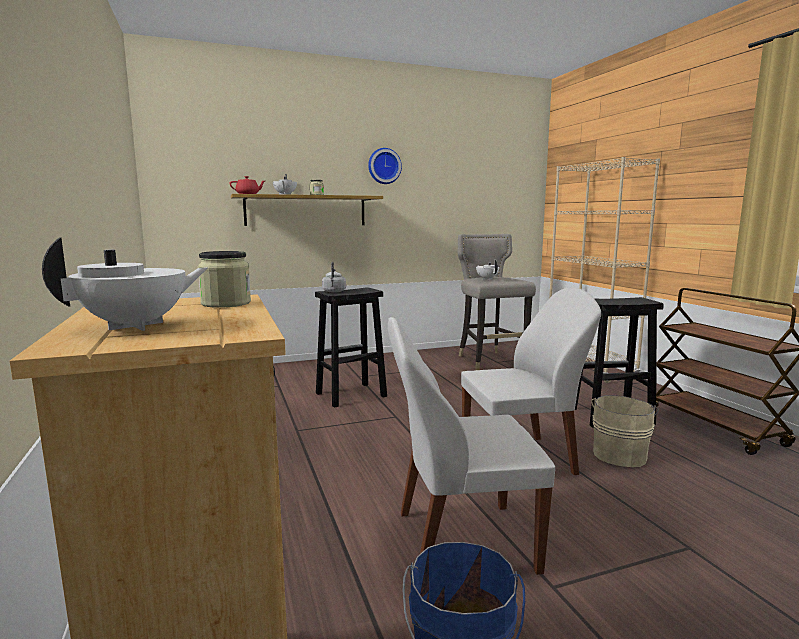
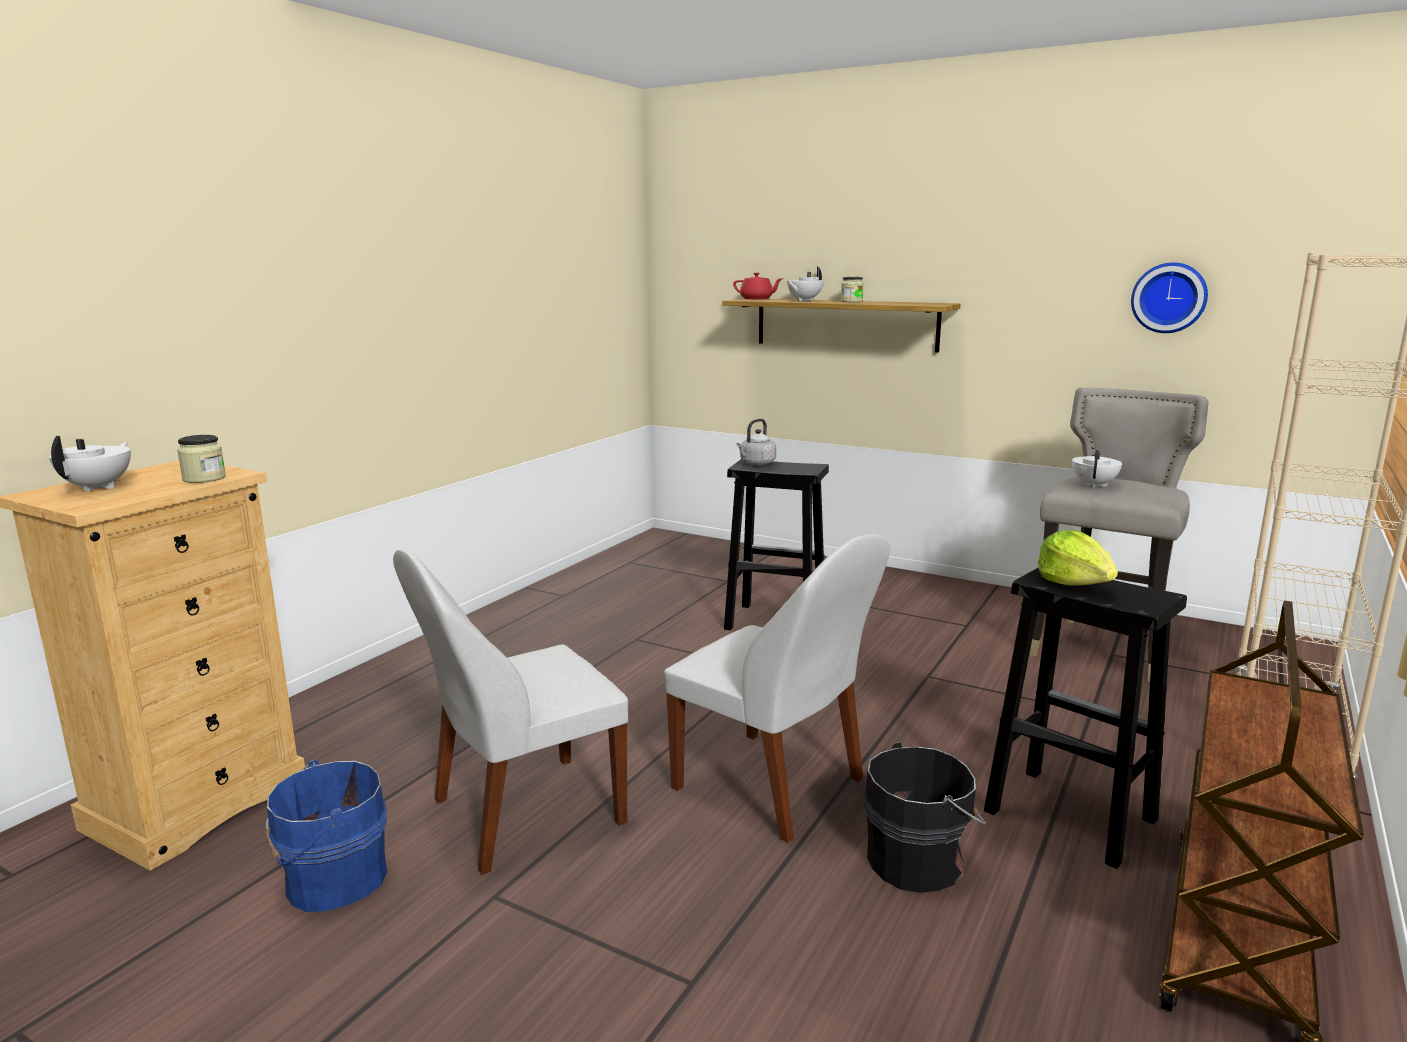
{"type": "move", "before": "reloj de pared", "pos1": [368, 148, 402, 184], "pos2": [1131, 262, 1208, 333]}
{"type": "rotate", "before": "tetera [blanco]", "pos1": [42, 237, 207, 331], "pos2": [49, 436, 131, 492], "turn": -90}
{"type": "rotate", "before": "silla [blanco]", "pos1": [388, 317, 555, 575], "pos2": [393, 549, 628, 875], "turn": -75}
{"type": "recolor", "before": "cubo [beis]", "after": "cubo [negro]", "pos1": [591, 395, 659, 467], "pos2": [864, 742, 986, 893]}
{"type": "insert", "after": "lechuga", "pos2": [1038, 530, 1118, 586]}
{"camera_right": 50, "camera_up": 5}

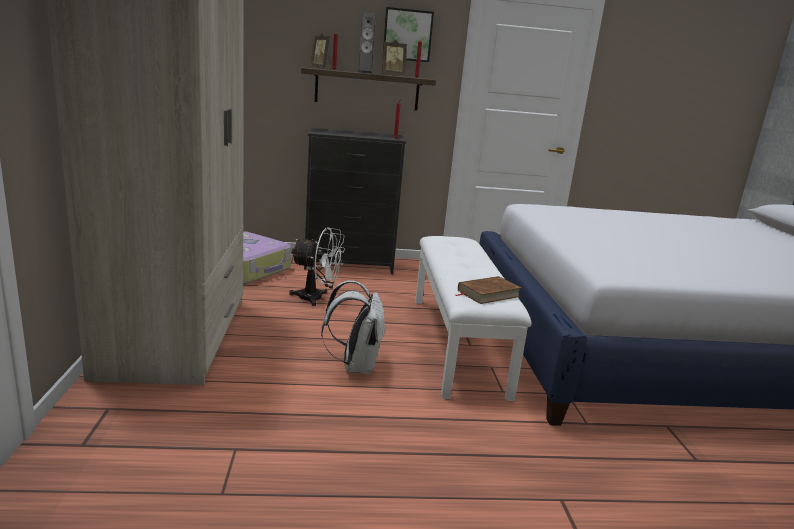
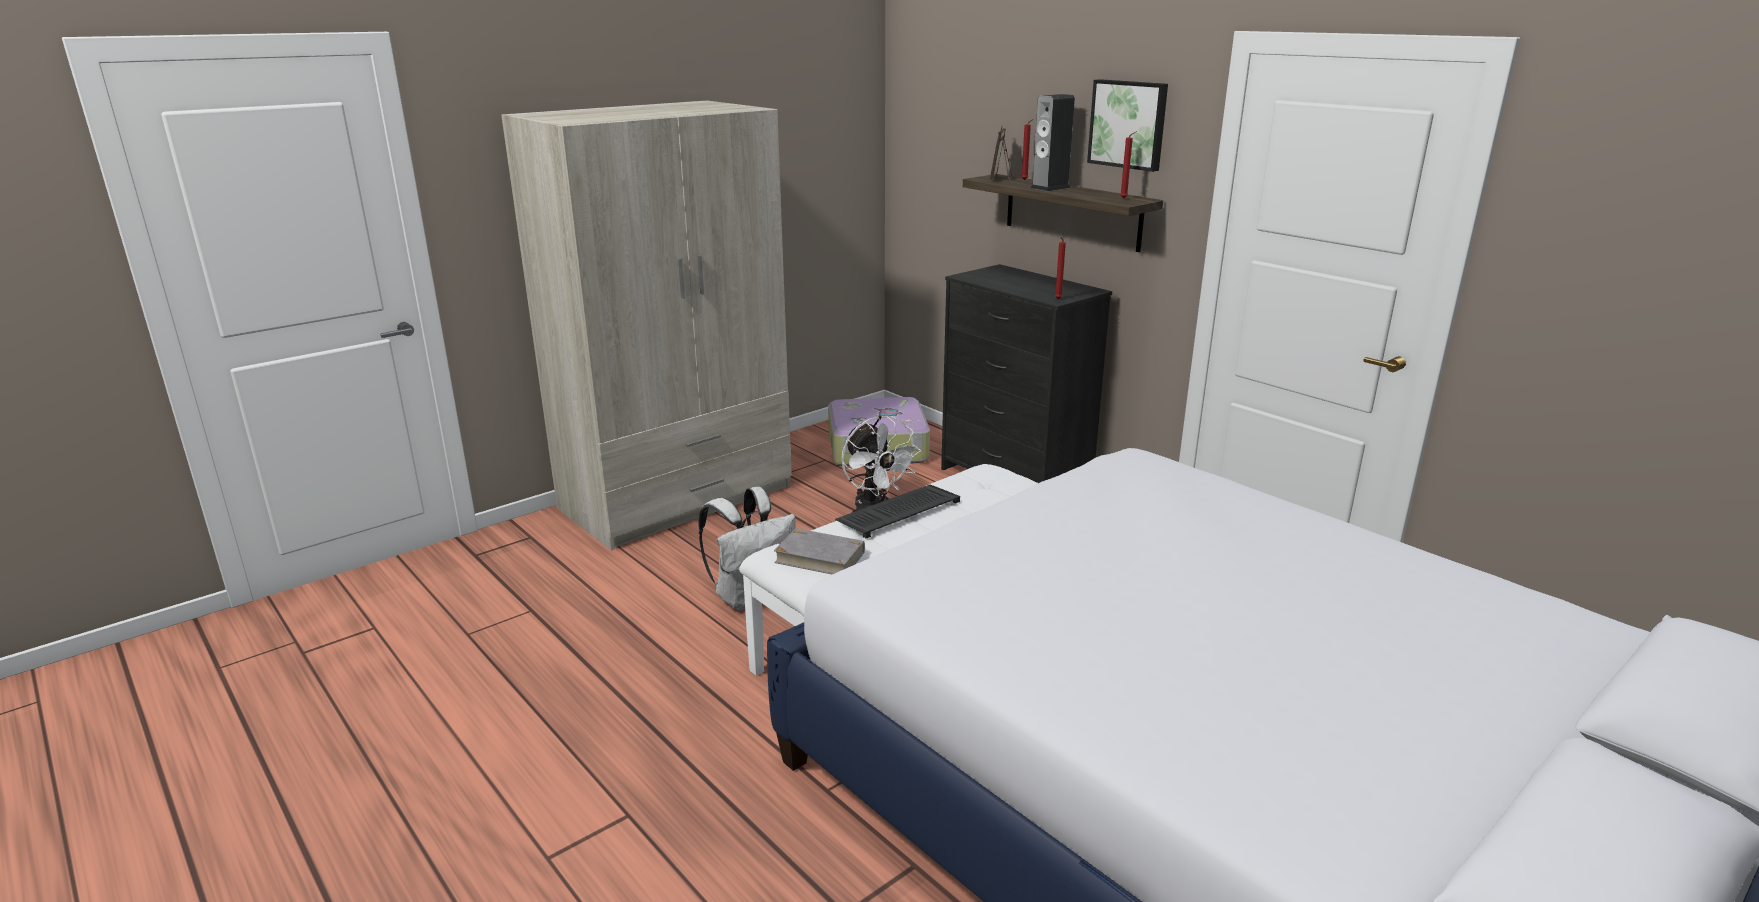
{"type": "delete", "before": "portarretratos", "pos1": [382, 39, 407, 76]}
{"type": "recolor", "before": "libro [marrón]", "after": "libro [gris]", "pos1": [456, 276, 521, 304], "pos2": [774, 528, 865, 575]}
{"type": "insert", "after": "teclado", "pos2": [835, 484, 960, 538]}
{"camera_right": 55, "camera_up": 5}

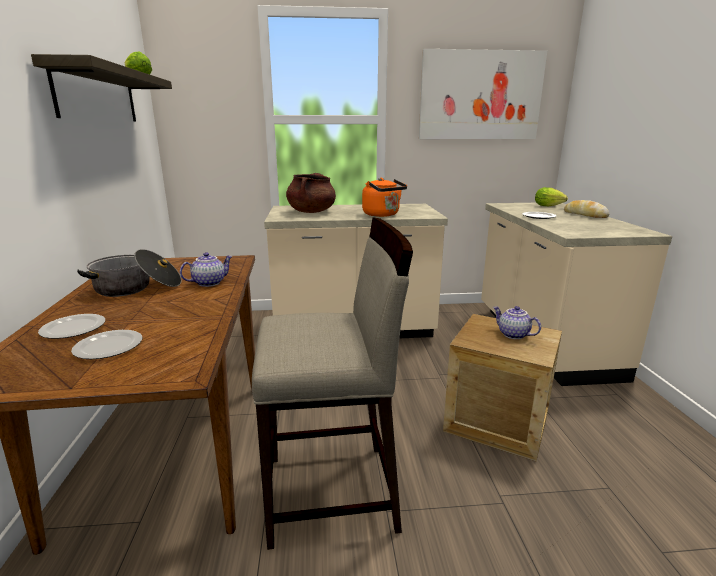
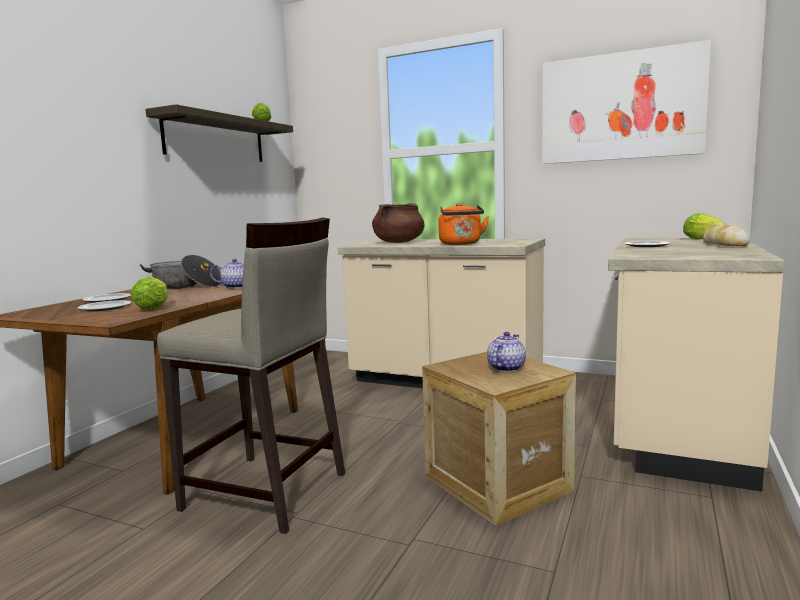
{"type": "rotate", "before": "tetera", "pos1": [493, 306, 541, 339], "pos2": [487, 332, 526, 372], "turn": 45}
{"type": "insert", "after": "lechuga", "pos2": [130, 277, 168, 310]}
{"camera_right": 30, "camera_up": -10}

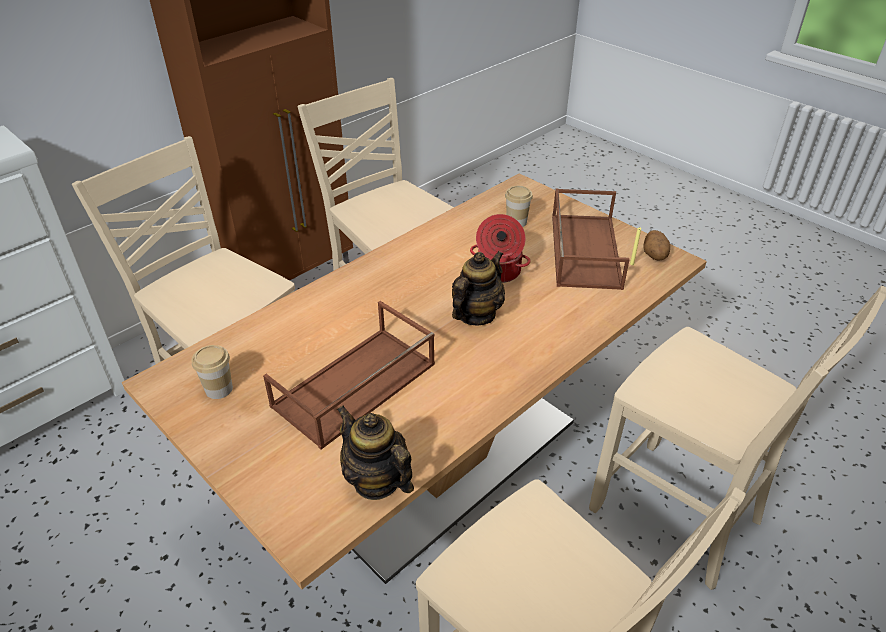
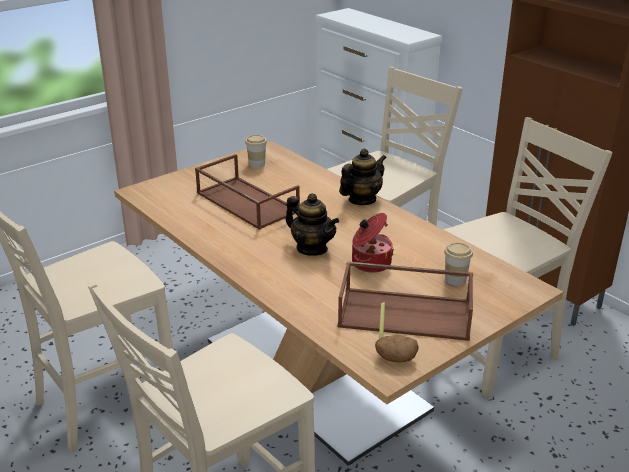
{"type": "move", "before": "tetera", "pos1": [337, 405, 414, 500], "pos2": [339, 149, 387, 205]}
{"camera_right": 95, "camera_up": -10}

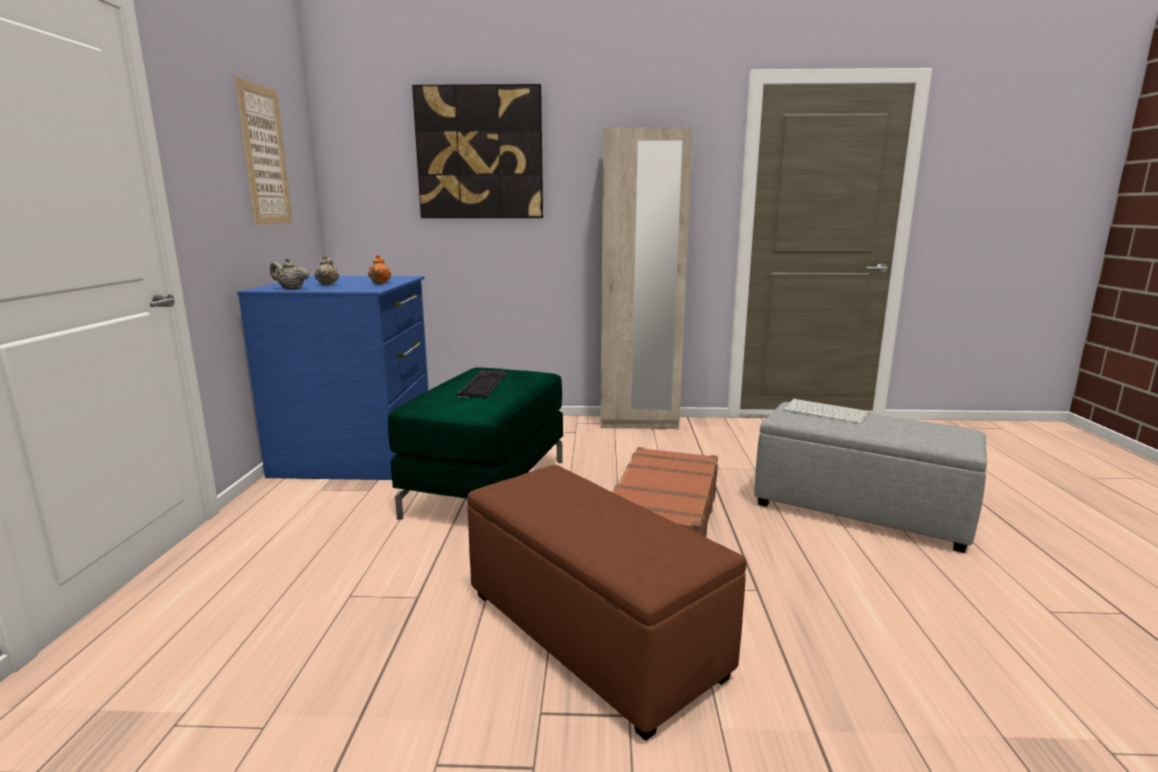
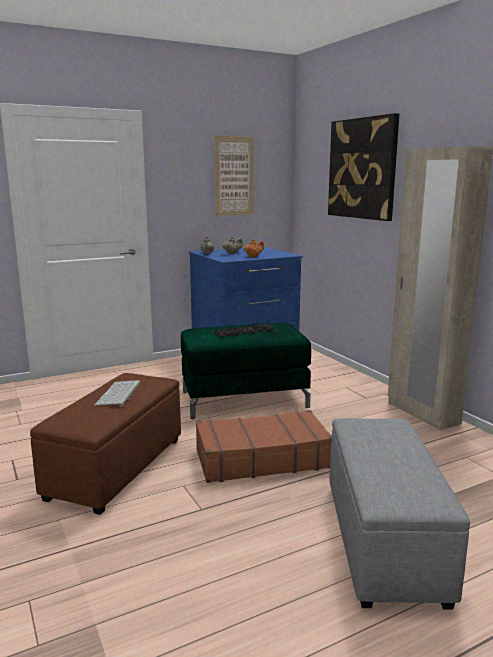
{"type": "move", "before": "teclado", "pos1": [784, 399, 870, 424], "pos2": [94, 380, 141, 407]}
{"camera_right": 60, "camera_up": 0}

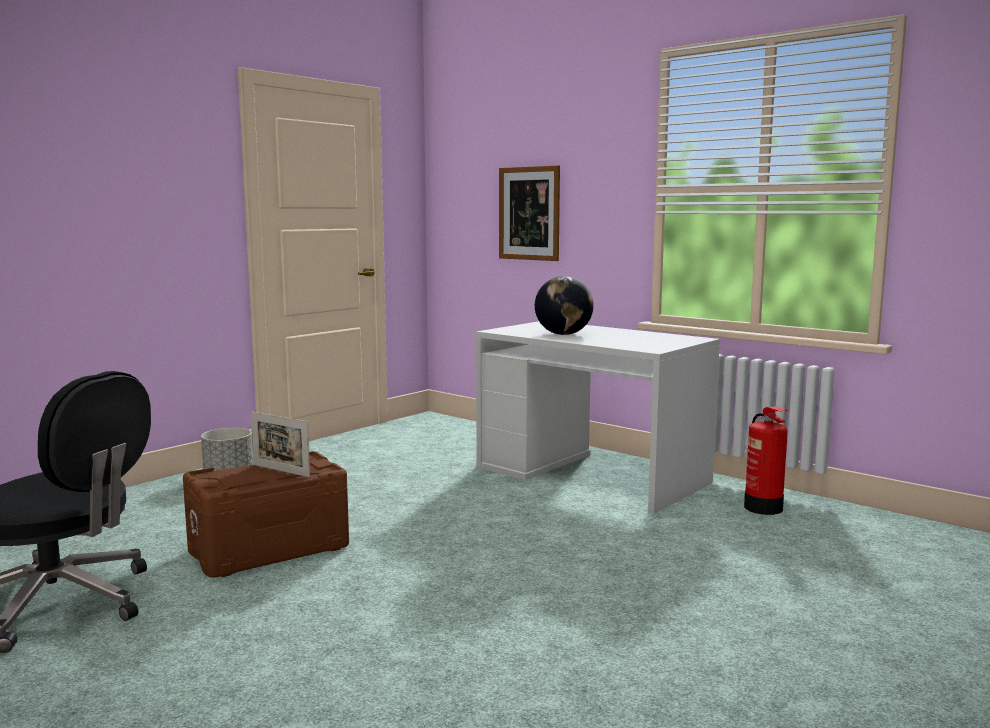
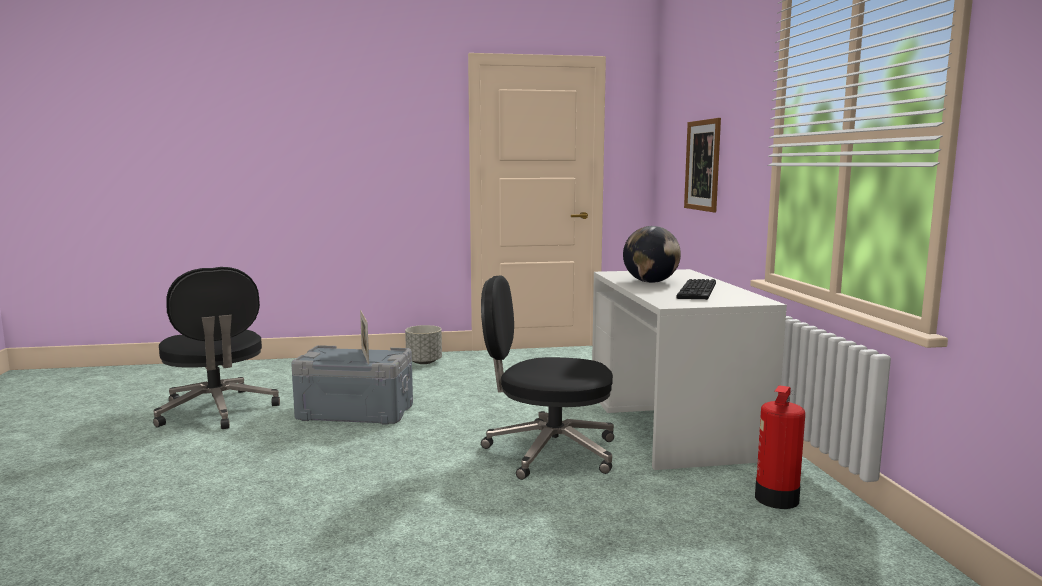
{"type": "recolor", "before": "caja de almacenaje [marrón]", "after": "caja de almacenaje [gris]", "pos1": [183, 451, 349, 578], "pos2": [291, 345, 413, 425]}
{"type": "insert", "after": "silla de oficina [negro]", "pos2": [481, 275, 614, 480]}
{"type": "insert", "after": "teclado", "pos2": [676, 279, 716, 300]}
{"camera_right": 40, "camera_up": 0}

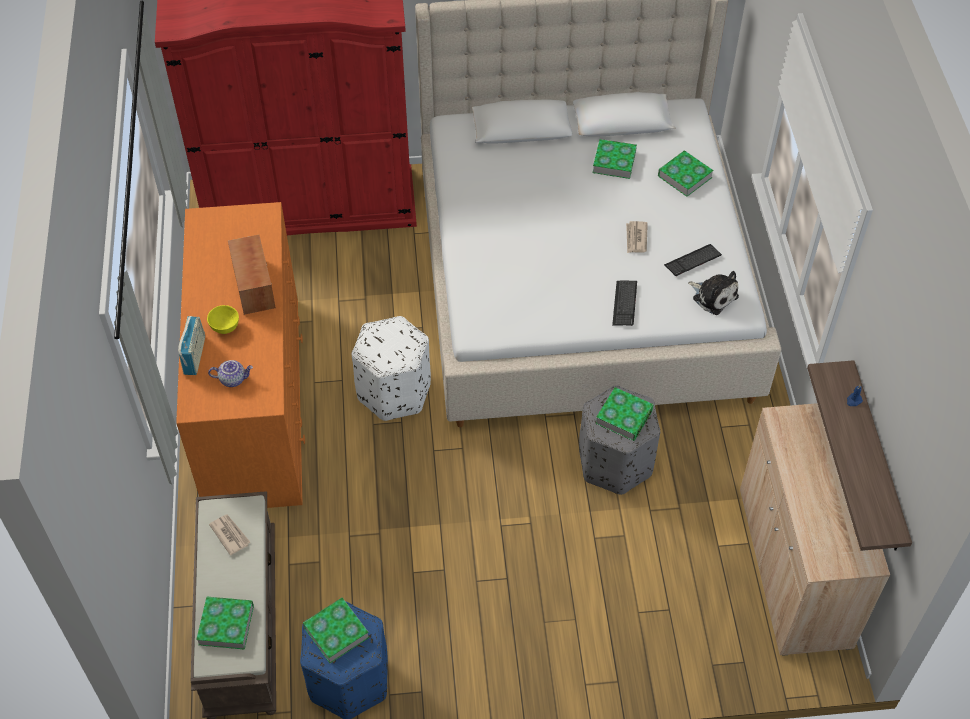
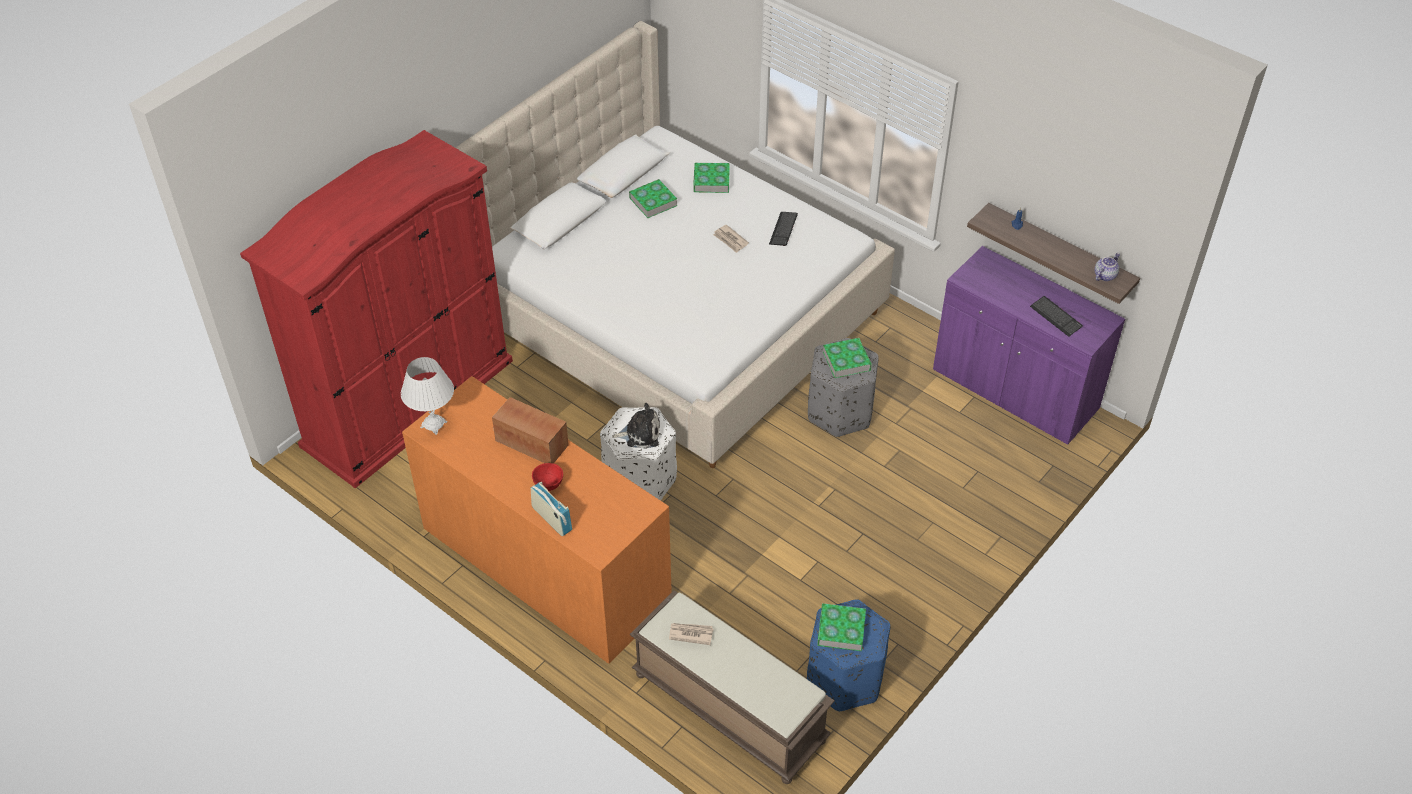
{"type": "move", "before": "peluche", "pos1": [688, 271, 739, 315], "pos2": [612, 403, 660, 449]}
{"type": "move", "before": "teclado", "pos1": [612, 281, 637, 326], "pos2": [1030, 296, 1083, 337]}
{"type": "recolor", "before": "cuenco [amarillo]", "after": "cuenco [rojo]", "pos1": [207, 305, 239, 334], "pos2": [532, 463, 563, 491]}
{"type": "move", "before": "tetera", "pos1": [208, 360, 253, 387], "pos2": [1095, 253, 1120, 281]}
{"type": "recolor", "before": "armario [beis]", "after": "armario [morado]", "pos1": [740, 403, 890, 656], "pos2": [933, 246, 1125, 445]}
{"type": "delete", "before": "libro", "pos1": [196, 597, 254, 650]}
{"type": "insert", "after": "lámpara de mesa [blanco]", "pos2": [401, 357, 454, 435]}
{"camera_right": -45, "camera_up": -5}

